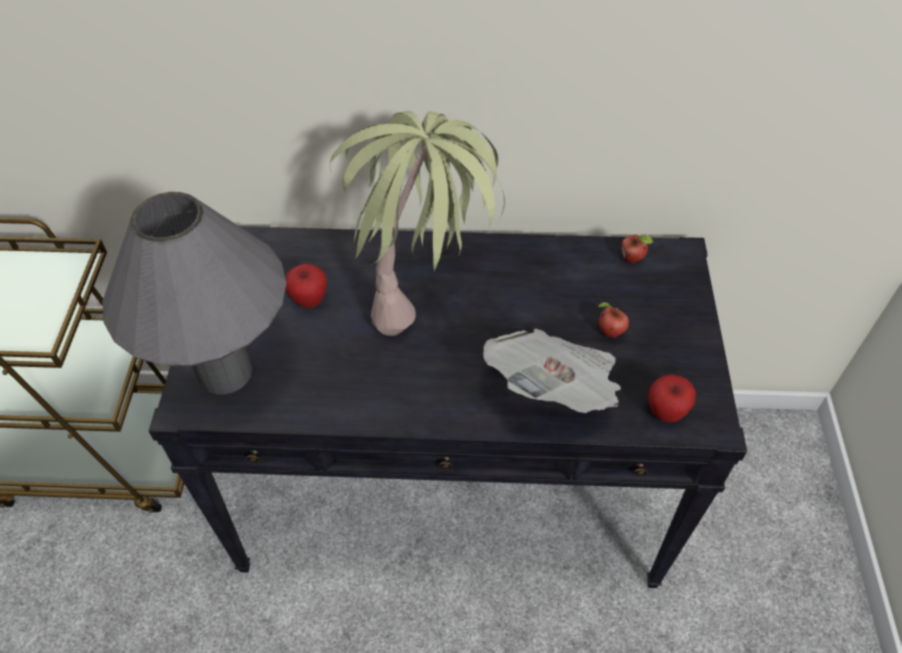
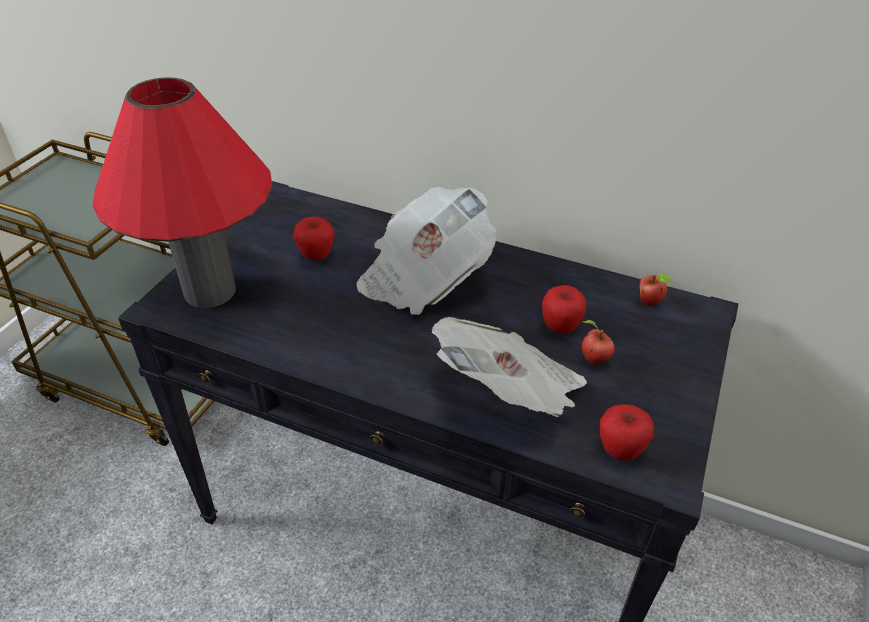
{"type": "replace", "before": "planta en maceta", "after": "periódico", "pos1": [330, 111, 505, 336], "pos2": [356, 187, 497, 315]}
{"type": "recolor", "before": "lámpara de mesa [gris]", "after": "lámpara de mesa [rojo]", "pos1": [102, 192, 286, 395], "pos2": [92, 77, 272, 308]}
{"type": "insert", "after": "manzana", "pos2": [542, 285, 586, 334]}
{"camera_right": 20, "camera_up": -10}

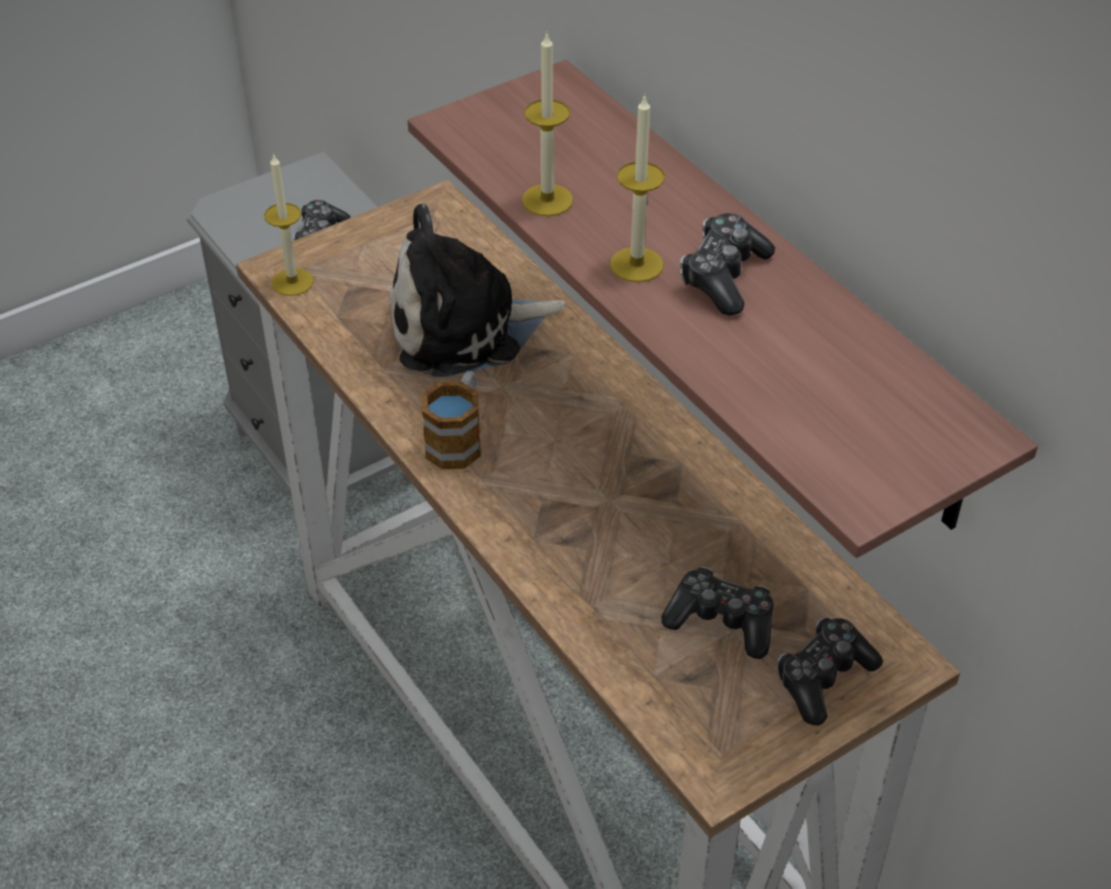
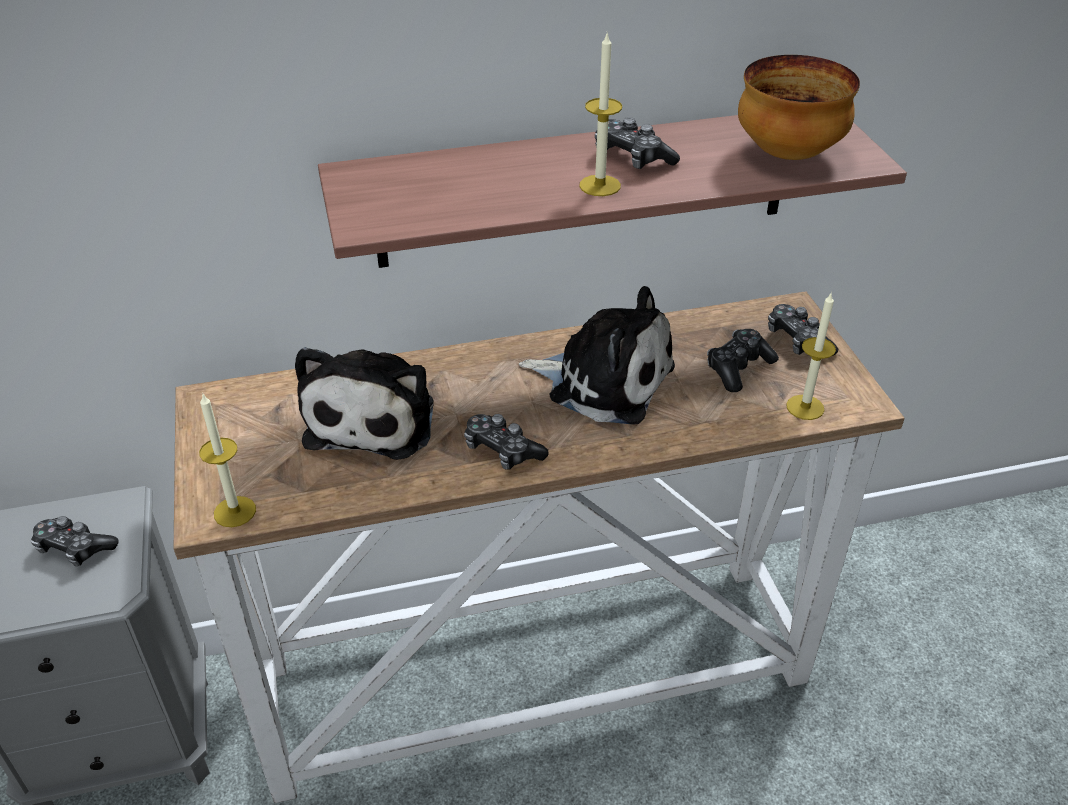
{"type": "move", "before": "vela", "pos1": [522, 32, 573, 216], "pos2": [786, 293, 836, 420]}
{"type": "replace", "before": "taza grande", "after": "mando de consola", "pos1": [421, 371, 481, 469], "pos2": [464, 414, 548, 470]}
{"type": "insert", "after": "cuenco", "pos2": [738, 55, 860, 160]}
{"type": "insert", "after": "peluche", "pos2": [519, 286, 675, 425]}
{"camera_right": -70, "camera_up": -5}

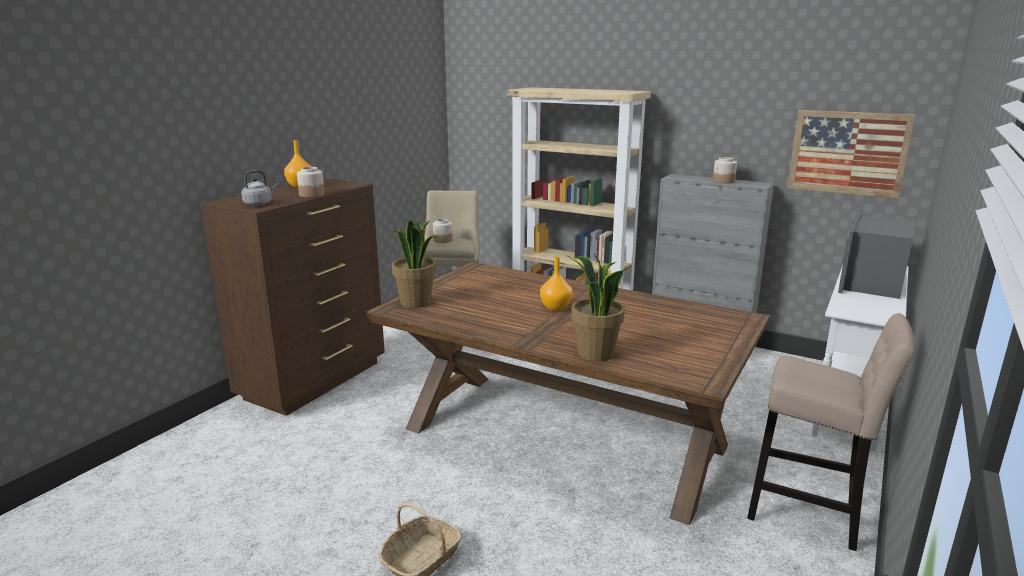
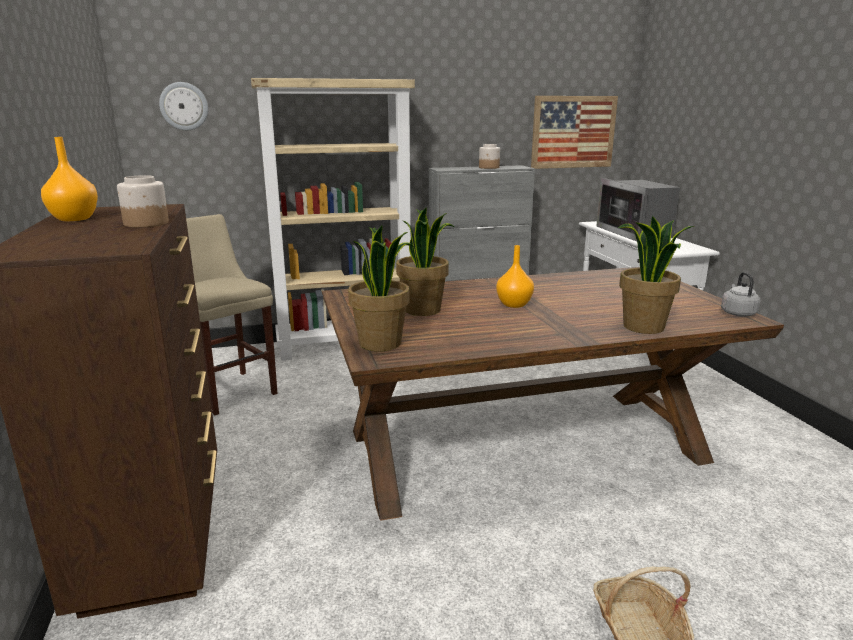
{"type": "move", "before": "hervidor [gris]", "pos1": [241, 170, 278, 206], "pos2": [721, 272, 760, 316]}
{"type": "delete", "before": "tarro", "pos1": [433, 219, 453, 243]}
{"type": "delete", "before": "taburete [beis]", "pos1": [747, 313, 915, 551]}
{"type": "insert", "after": "reloj de pared", "pos2": [159, 82, 208, 130]}
{"type": "insert", "after": "planta en maceta", "pos2": [396, 208, 454, 316]}
{"camera_right": -45, "camera_up": 0}

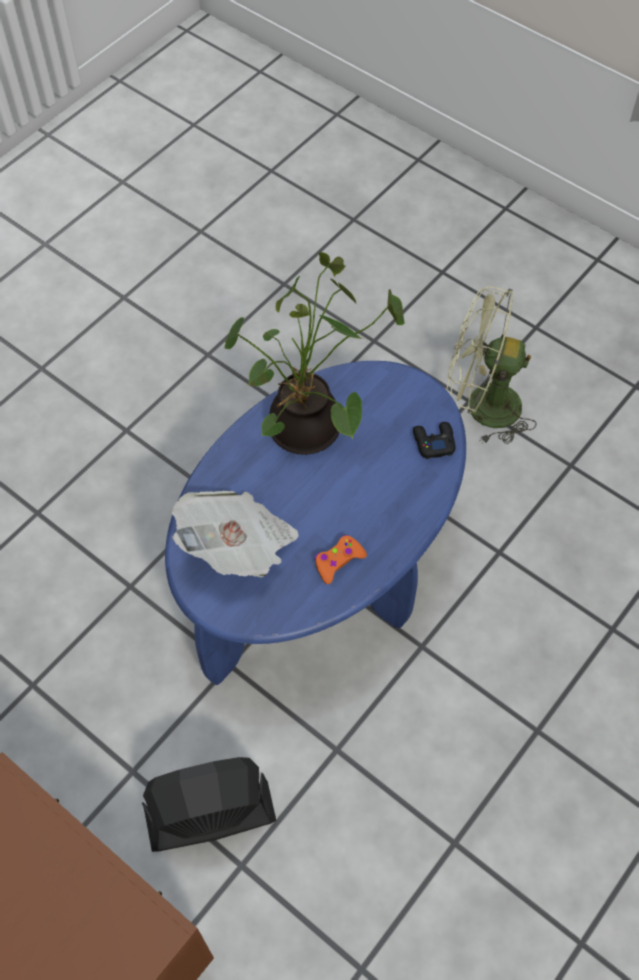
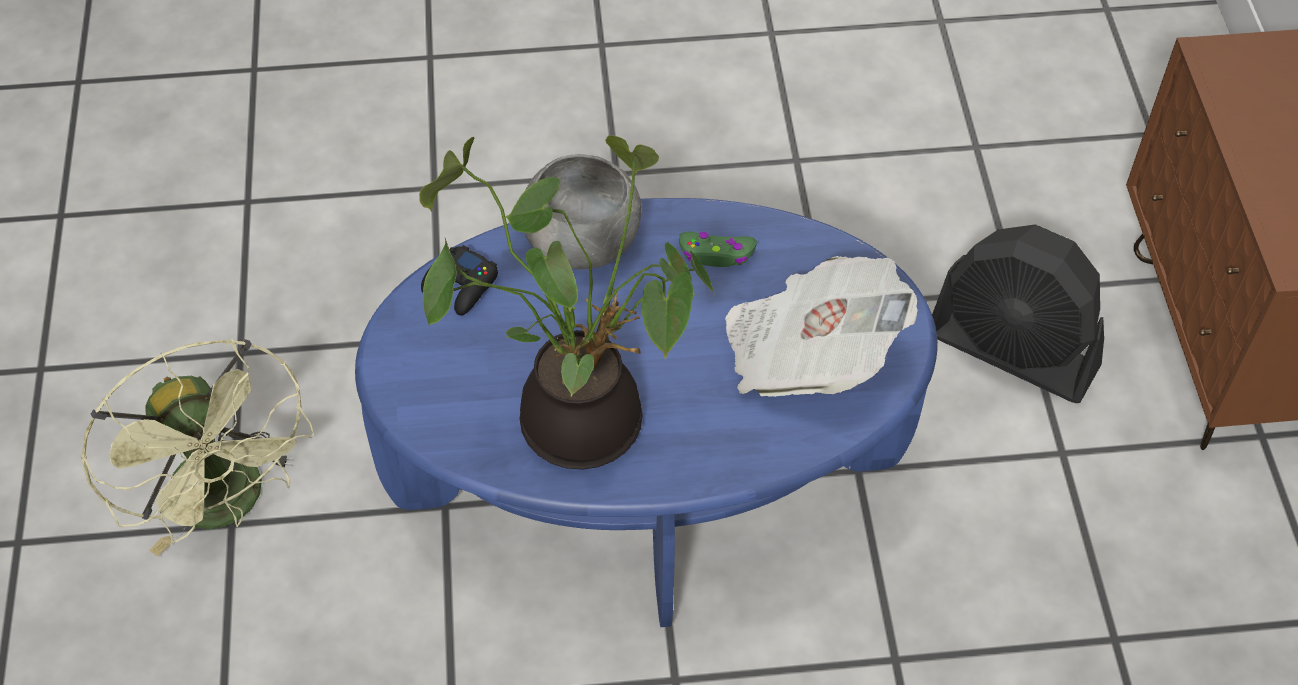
{"type": "recolor", "before": "mando de consola [naranja]", "after": "mando de consola [verde]", "pos1": [315, 535, 367, 584], "pos2": [679, 232, 757, 267]}
{"type": "insert", "after": "cuenco [gris]", "pos2": [525, 154, 641, 270]}
{"camera_right": -135, "camera_up": -5}

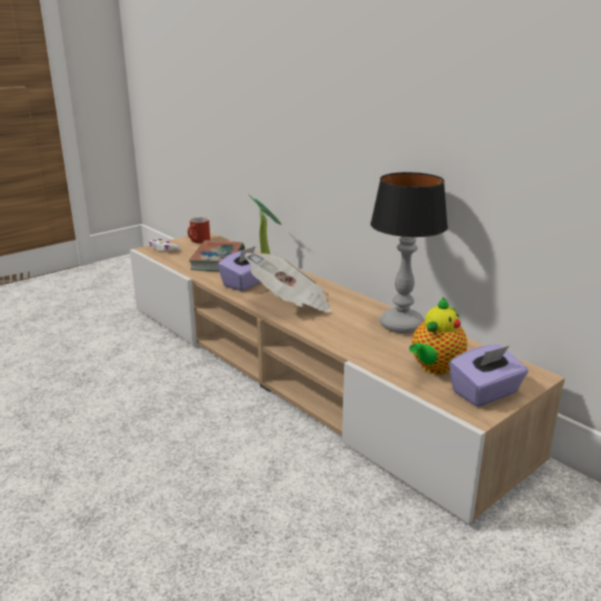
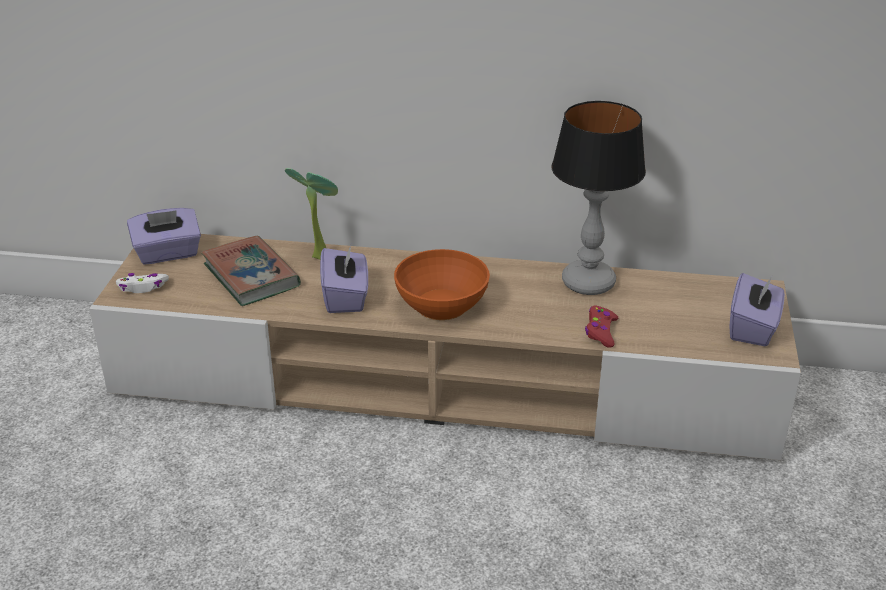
{"type": "replace", "before": "taza grande [rojo]", "after": "caja de pañuelos [morado]", "pos1": [187, 217, 210, 243], "pos2": [127, 208, 201, 265]}
{"type": "replace", "before": "periódico", "after": "cuenco [naranja]", "pos1": [245, 253, 332, 312], "pos2": [394, 249, 490, 320]}
{"type": "delete", "before": "tetera", "pos1": [409, 297, 467, 375]}
{"type": "insert", "after": "mando de consola [rojo]", "pos2": [585, 305, 618, 348]}
{"camera_right": -40, "camera_up": 10}

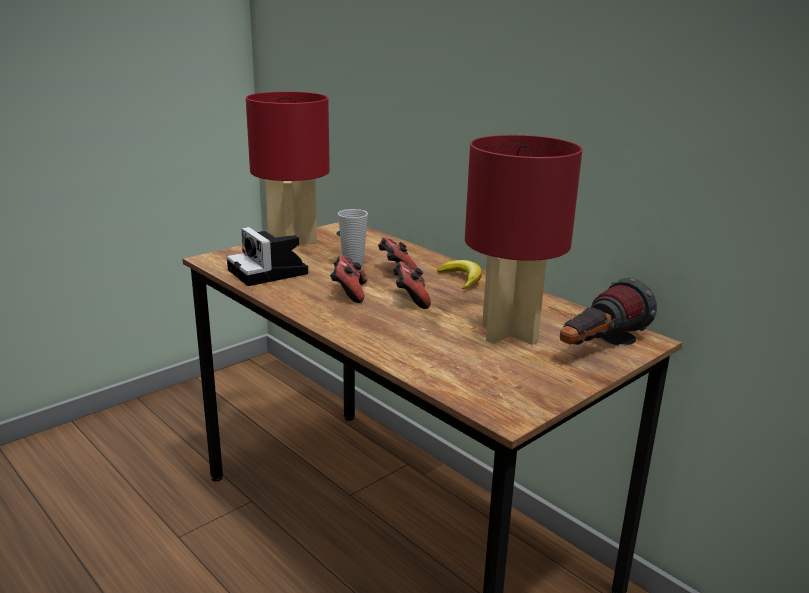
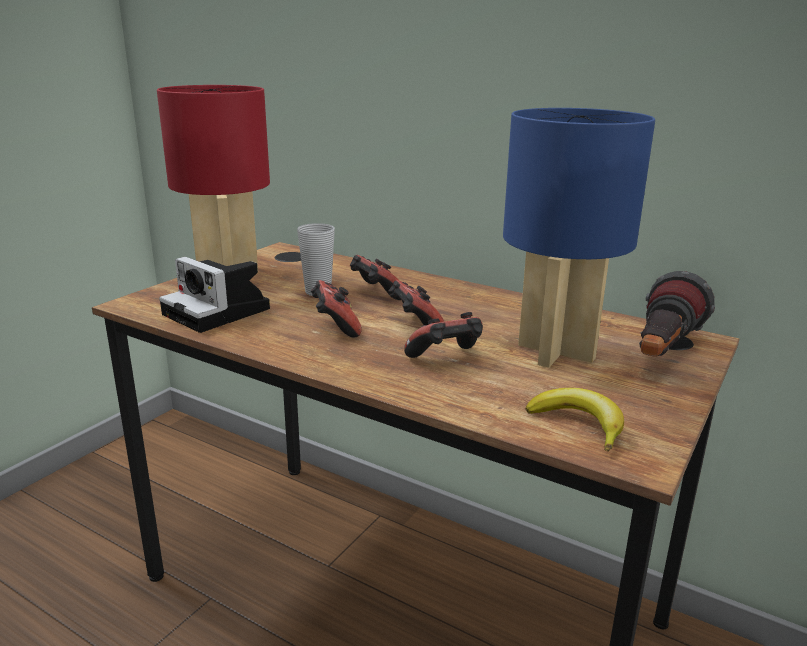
{"type": "recolor", "before": "lámpara de mesa [rojo]", "after": "lámpara de mesa [azul]", "pos1": [465, 135, 582, 345], "pos2": [503, 108, 655, 368]}
{"type": "move", "before": "plátano", "pos1": [437, 260, 482, 289], "pos2": [525, 388, 624, 452]}
{"type": "insert", "after": "mando de consola", "pos2": [404, 312, 483, 358]}
{"camera_right": -15, "camera_up": 0}

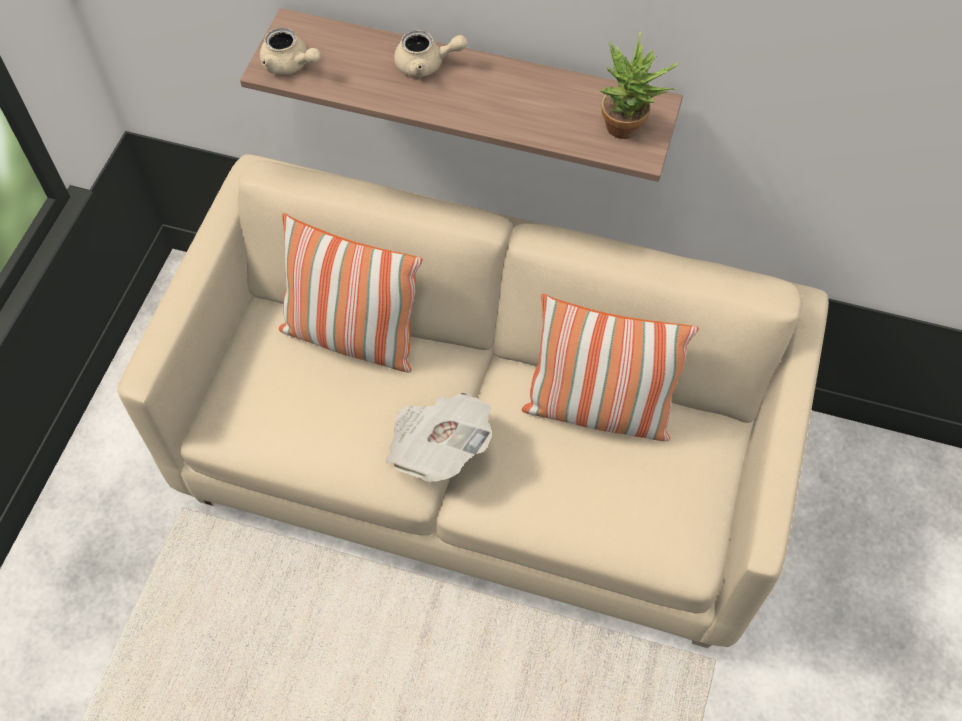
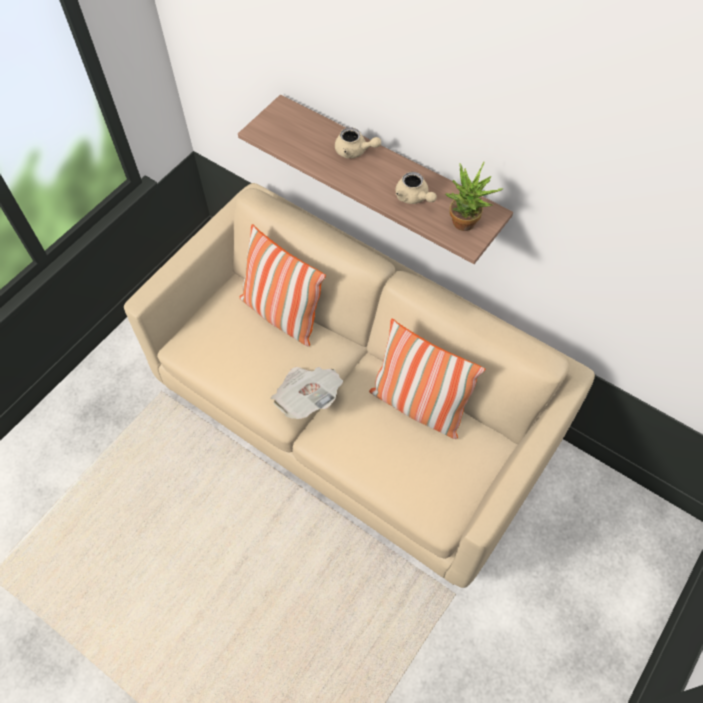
{"type": "move", "before": "tetera [beis]", "pos1": [260, 28, 321, 75], "pos2": [396, 172, 437, 204]}
{"camera_right": 20, "camera_up": 0}

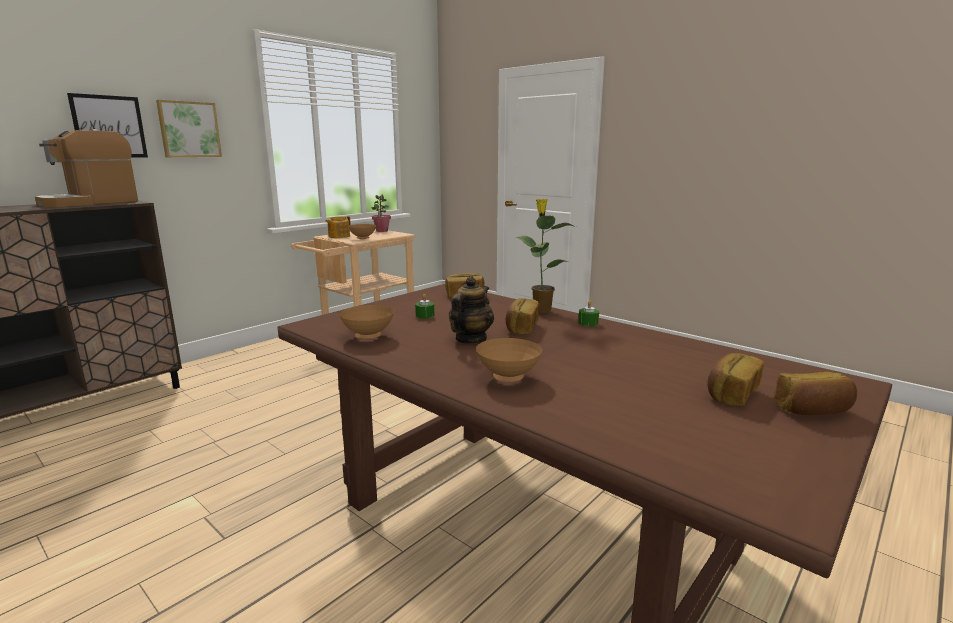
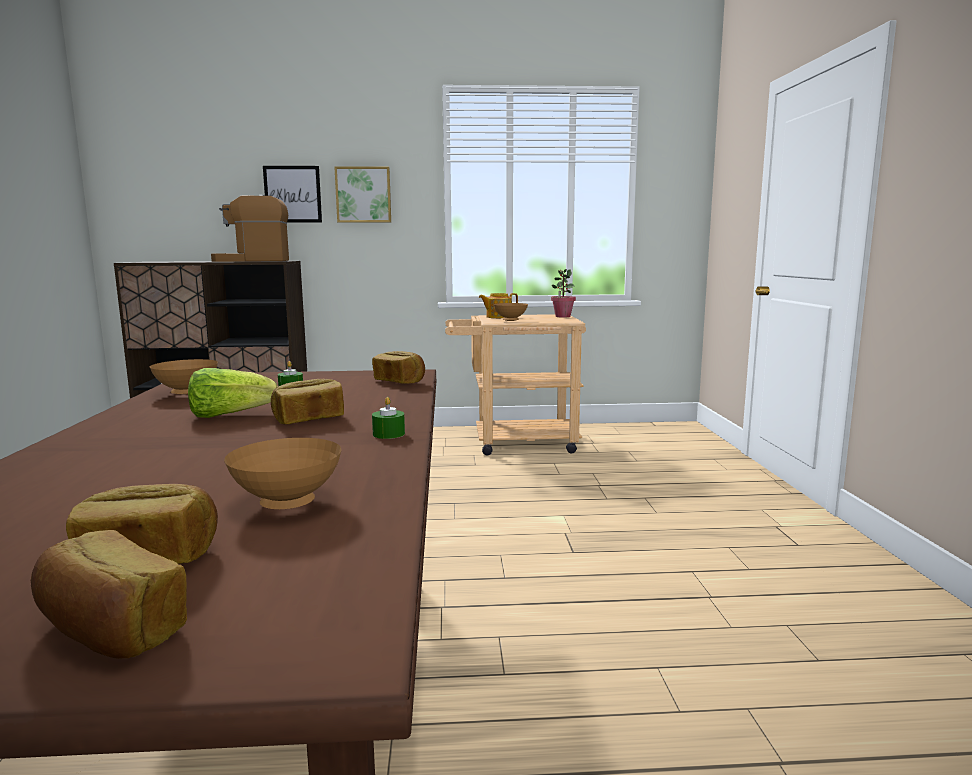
{"type": "delete", "before": "planta en maceta", "pos1": [515, 199, 576, 313]}
{"type": "replace", "before": "tetera", "after": "lechuga", "pos1": [449, 276, 494, 343], "pos2": [188, 368, 278, 418]}
{"type": "move", "before": "cuenco [marrón]", "pos1": [476, 338, 542, 382], "pos2": [224, 438, 342, 509]}
{"camera_right": 45, "camera_up": -5}

